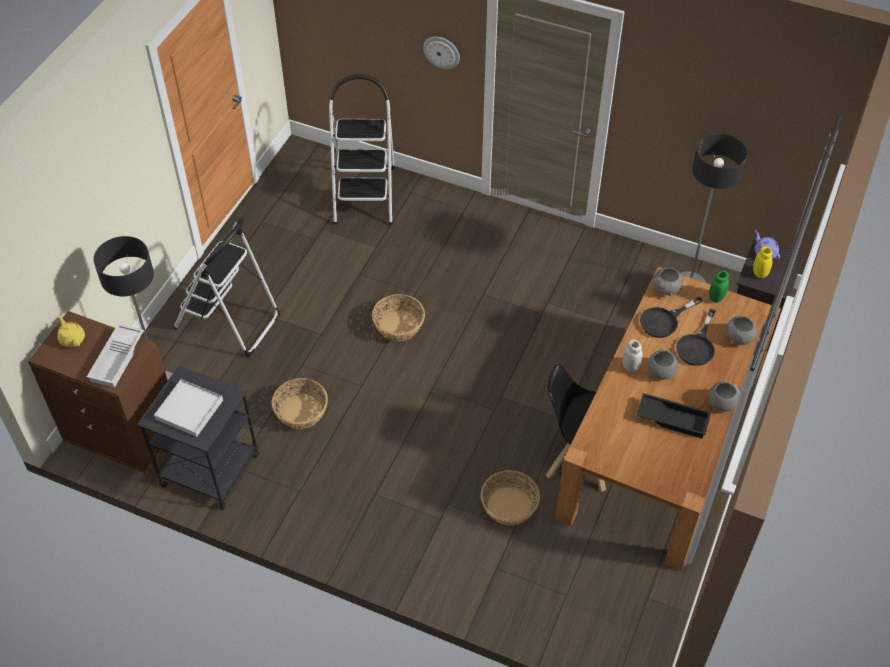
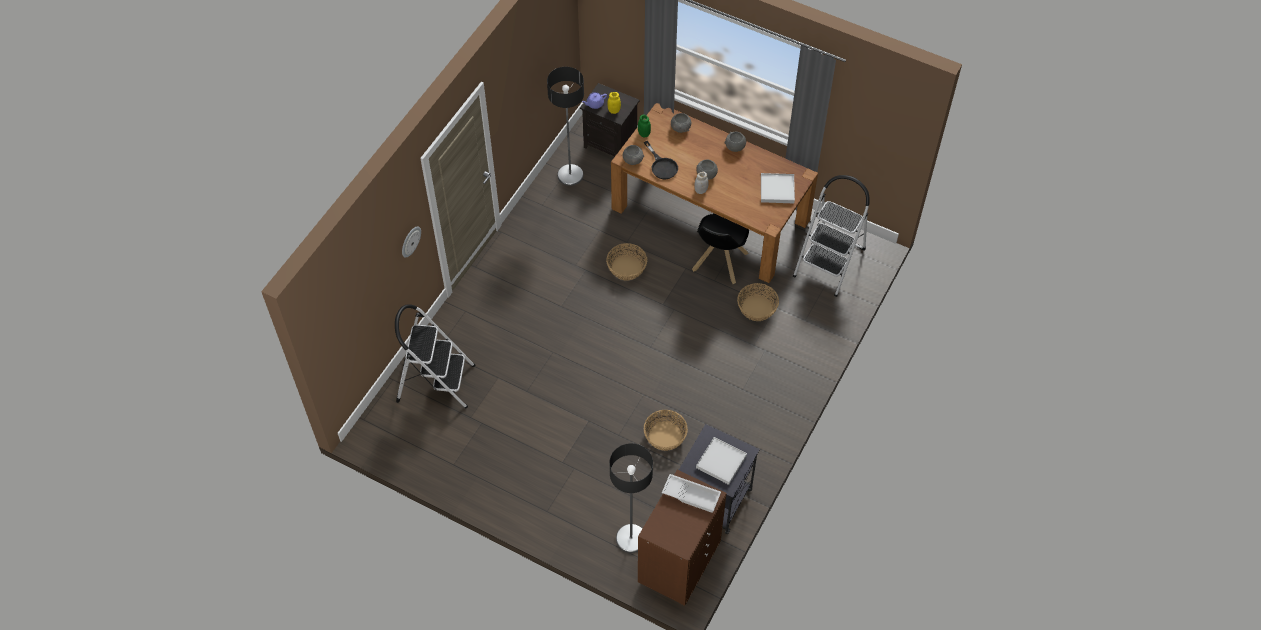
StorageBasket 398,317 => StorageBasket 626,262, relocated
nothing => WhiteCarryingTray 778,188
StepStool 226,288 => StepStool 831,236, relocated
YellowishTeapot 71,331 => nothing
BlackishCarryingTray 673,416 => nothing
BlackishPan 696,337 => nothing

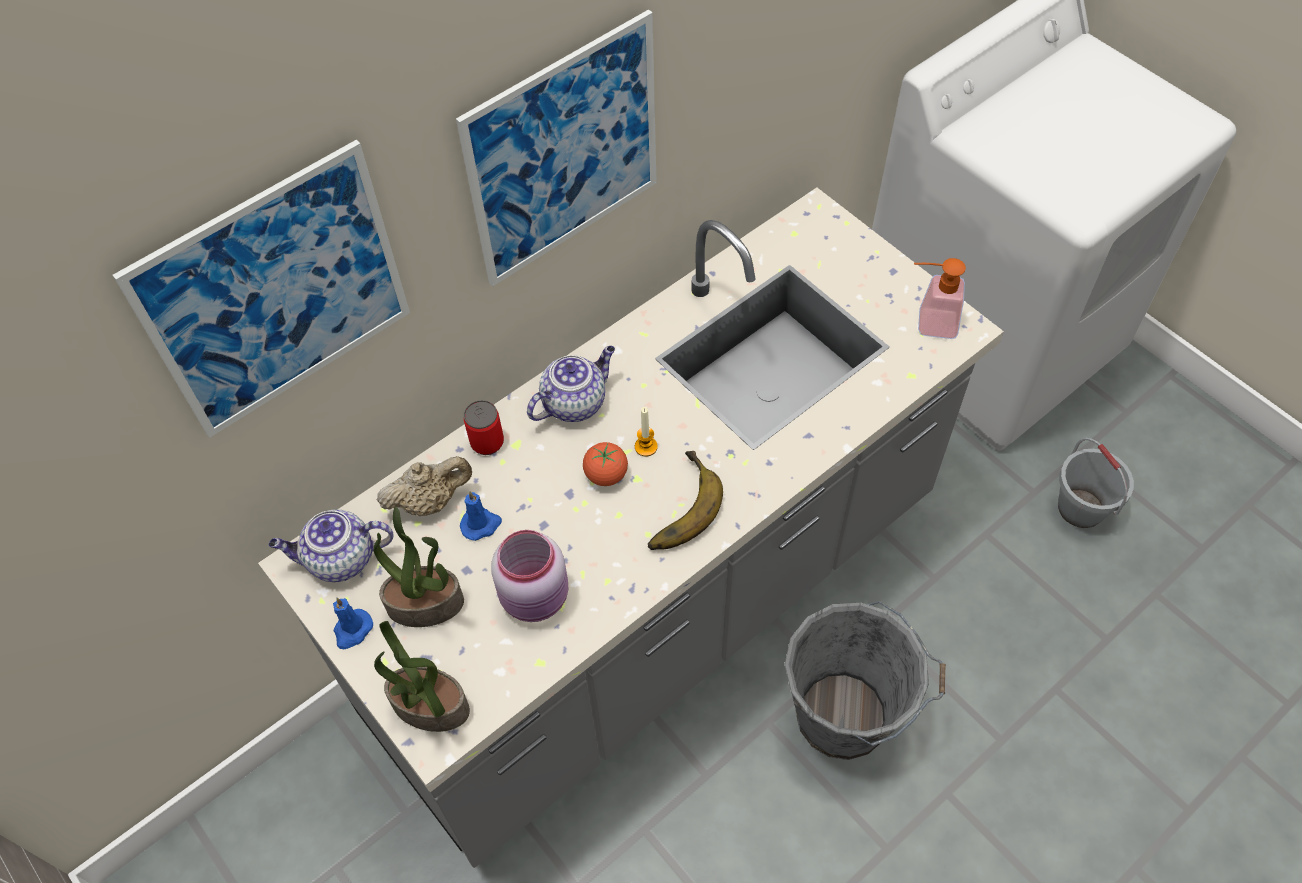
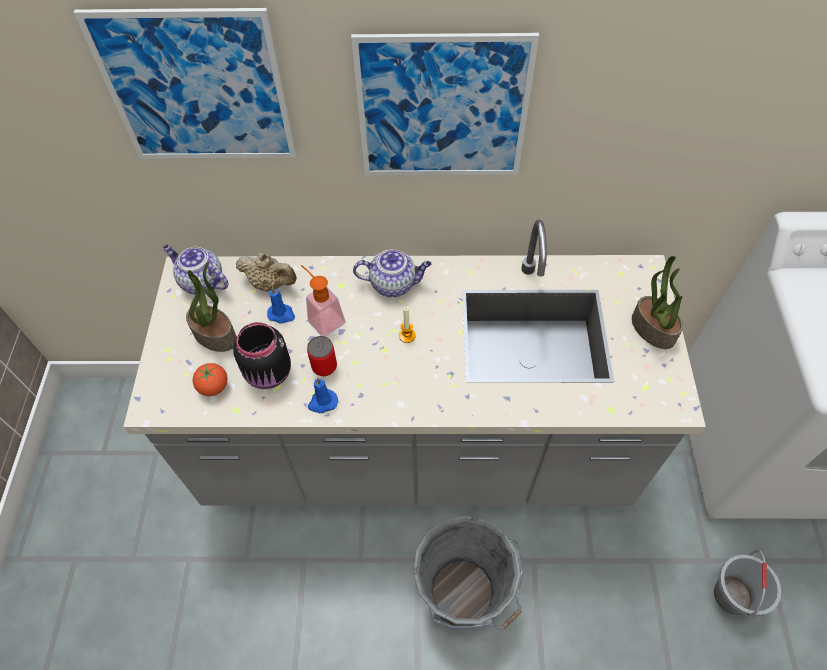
WholeTomato 605,464 => WholeTomato 210,379, relocated
PinkStorageJar 529,576 => BlackishStorageJar 262,355
LiquidSoapBottle 940,298 => LiquidSoapBottle 323,301, relocated
SealedCan 484,427 => SealedCan 322,356, relocated
BlueCandle 353,623 => BlueCandle 323,395, relocated
Houseplant 422,676 => Houseplant 657,302, relocated
WholeBanana 685,500 => nothing

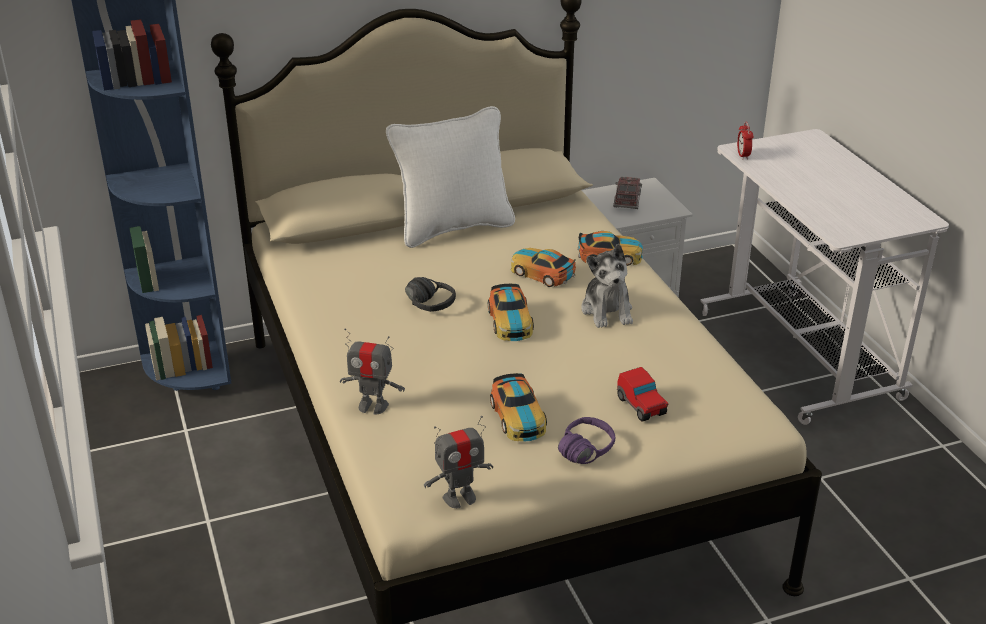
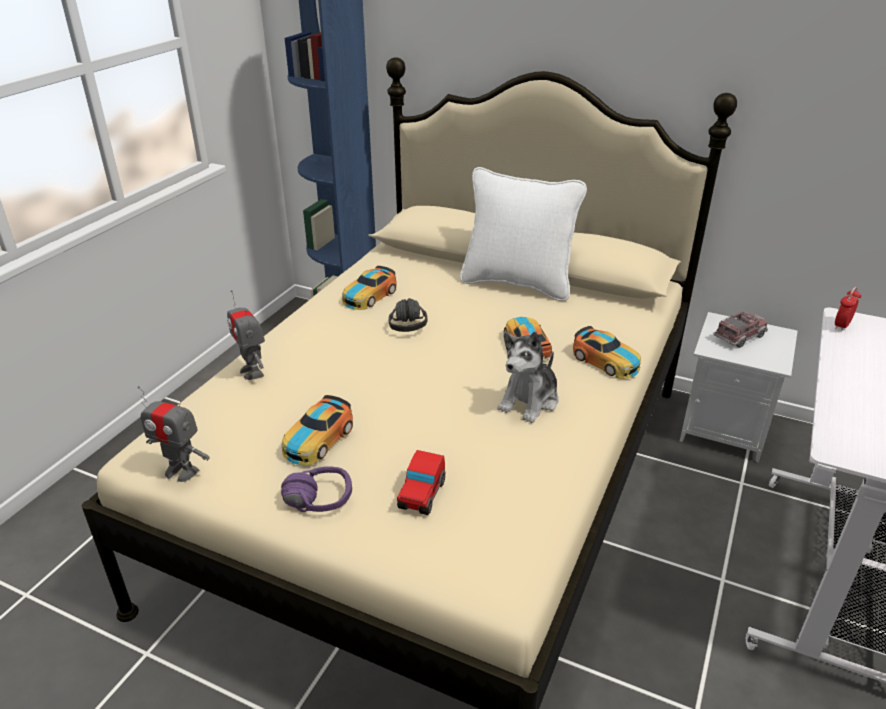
MiniatureCar 511,312 => MiniatureCar 369,288, relocated

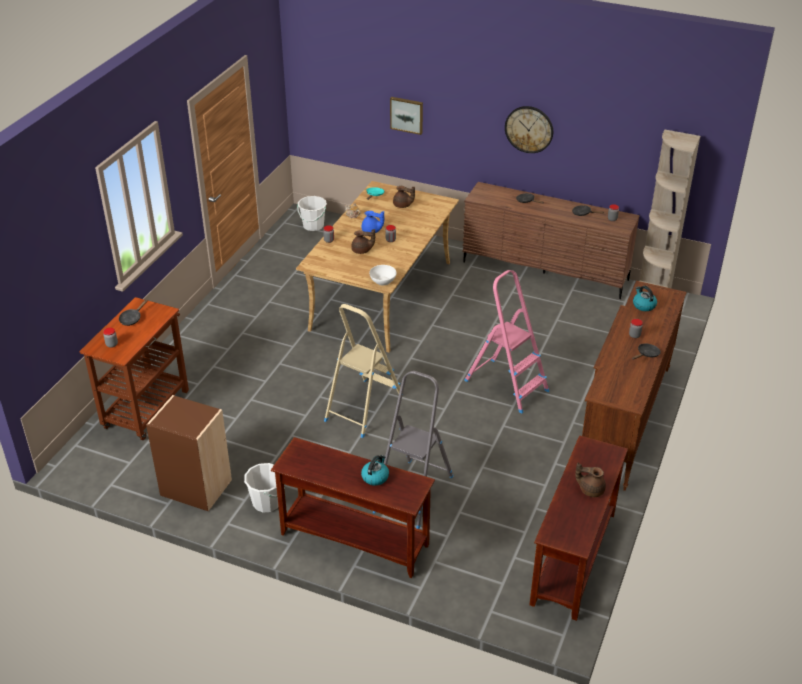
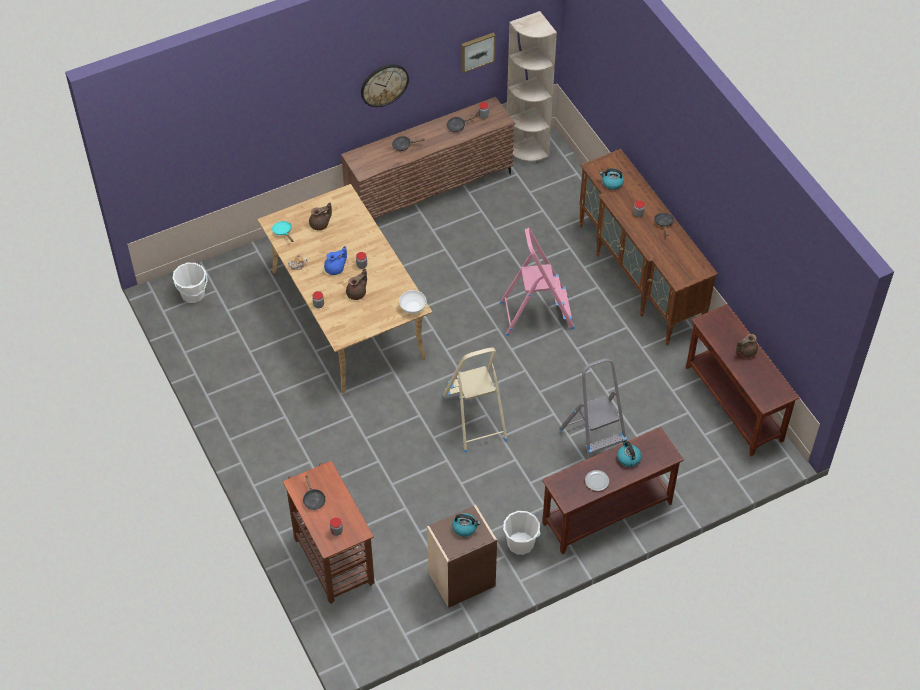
nothing => Kettle 466,525
Picture 406,116 => Picture 478,53, relocated
nothing => FlatDish 597,480

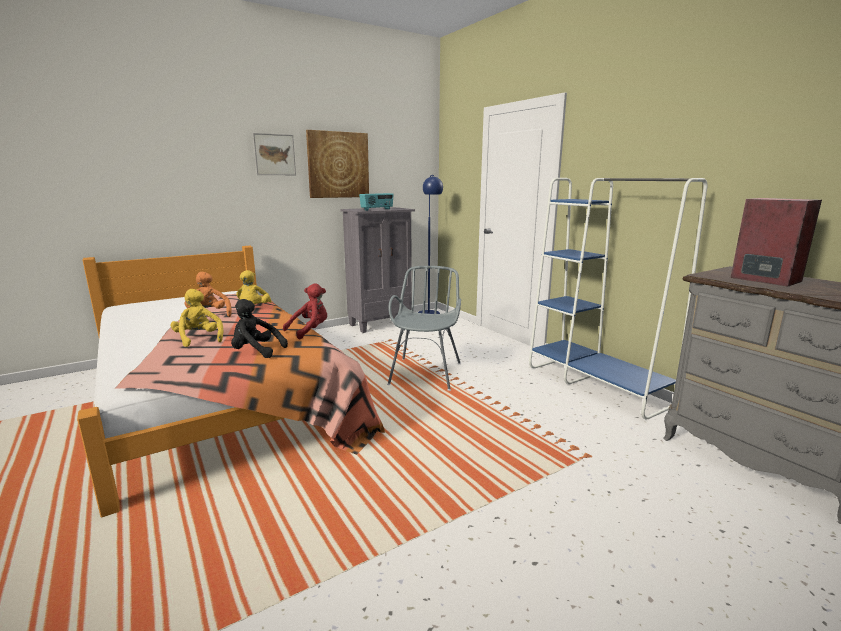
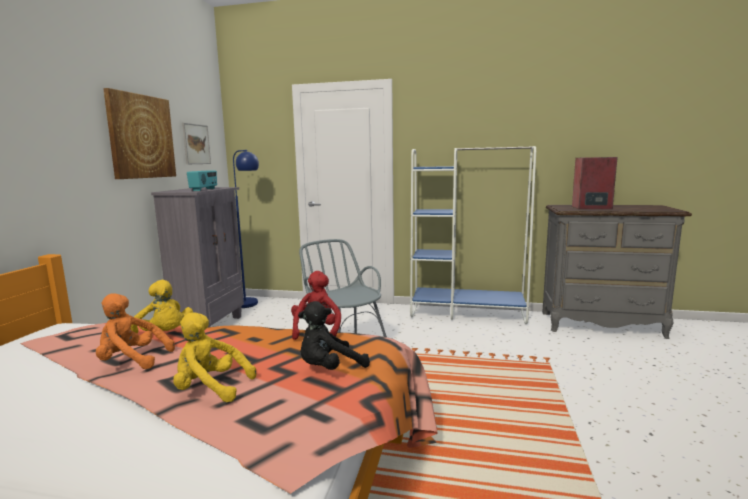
Picture 274,154 => Picture 196,143, relocated

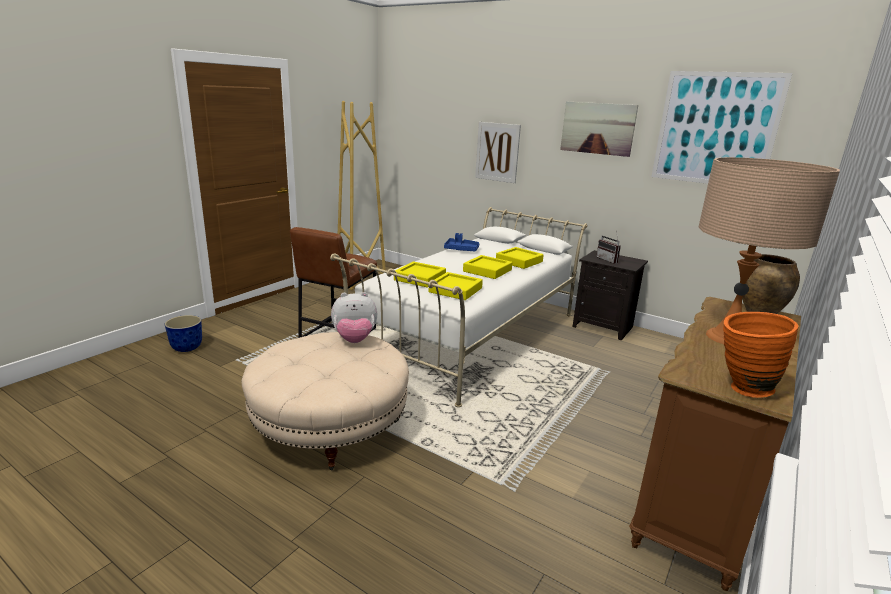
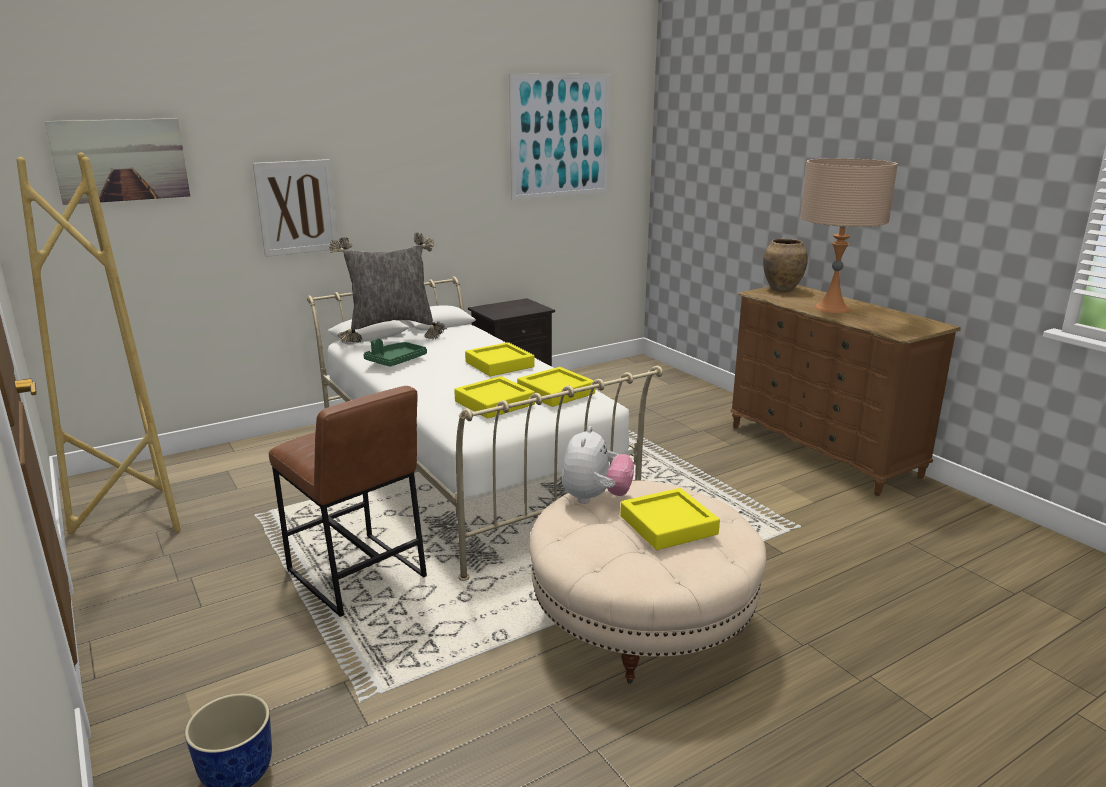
Picture 599,129 => Picture 117,161, relocated
nothing => Pillow 387,287
BlueCarryingTray 461,242 => GreenColouredCarryingTray 395,353
YellowishCarryingTray 520,258 => YellowishCarryingTray 670,519, relocated
RadioReceiver 608,247 => nothing
OrangeDecorativeVase 760,355 => nothing

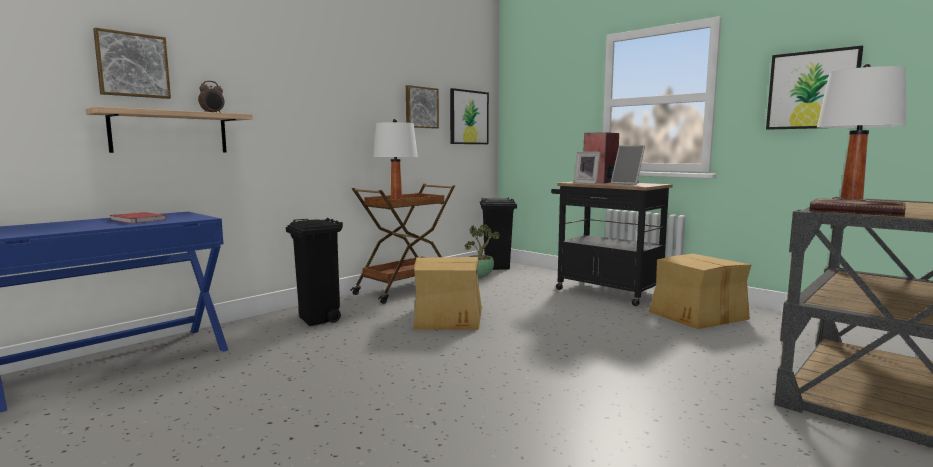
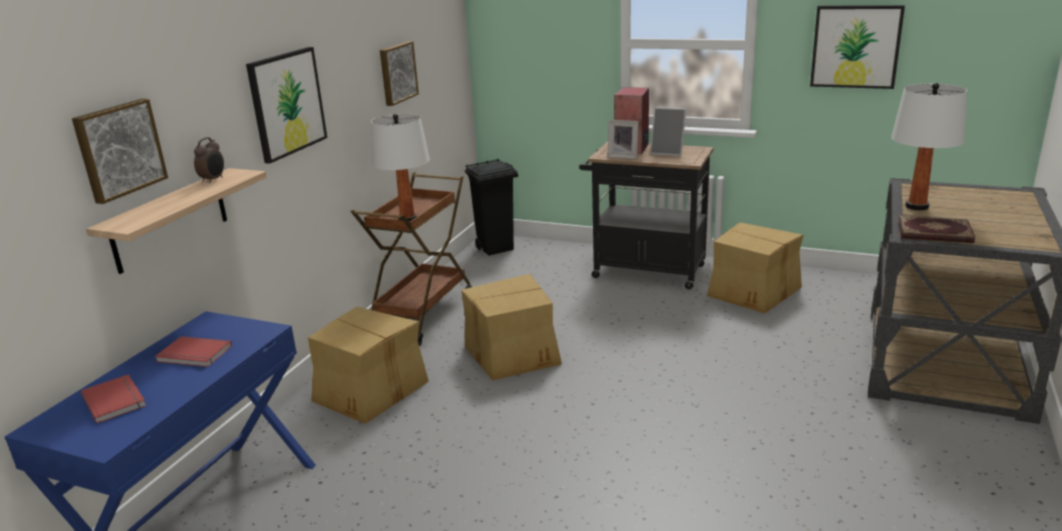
nothing => RedBoundBook 113,399
Picture 469,116 => Picture 286,105, relocated
BlackishTrashCan 314,272 => CardboardBox 368,365
Houseplant 482,250 => nothing

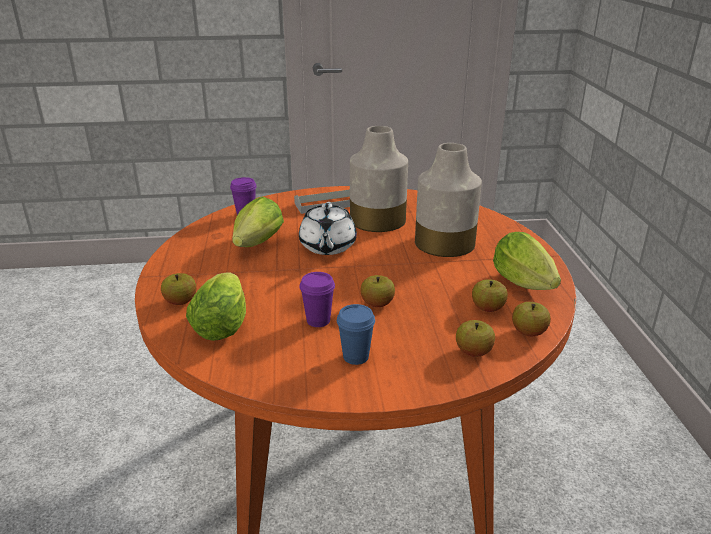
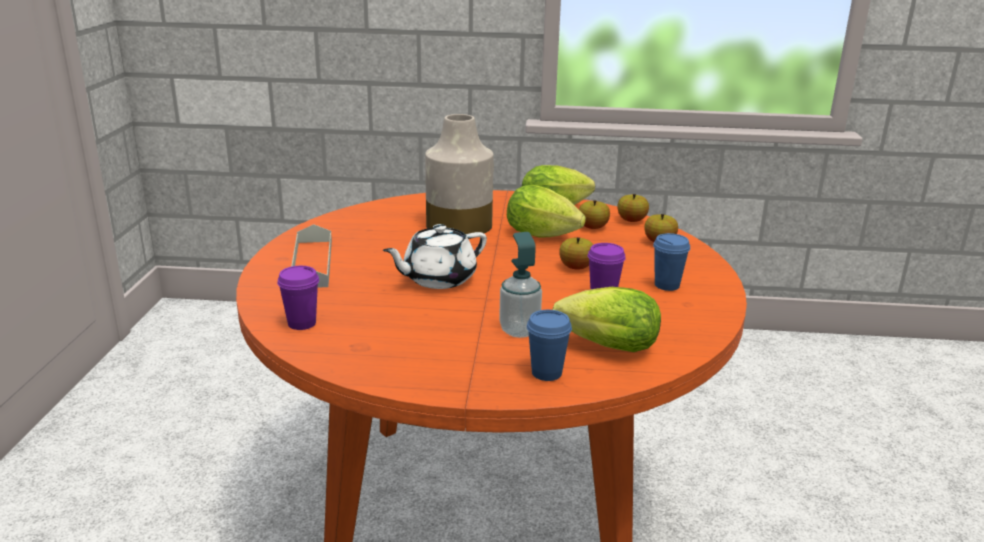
WhiteTeapot 328,228 => WhiteTeapot 435,256, 135 degrees clockwise
nothing => LiquidSoapBottle 520,285
LettuceHead 258,221 => LettuceHead 546,211, relocated
WholeApple 178,289 => BlueSmallCup 549,345
BeigeColouredDecorativeVase 379,179 => nothing

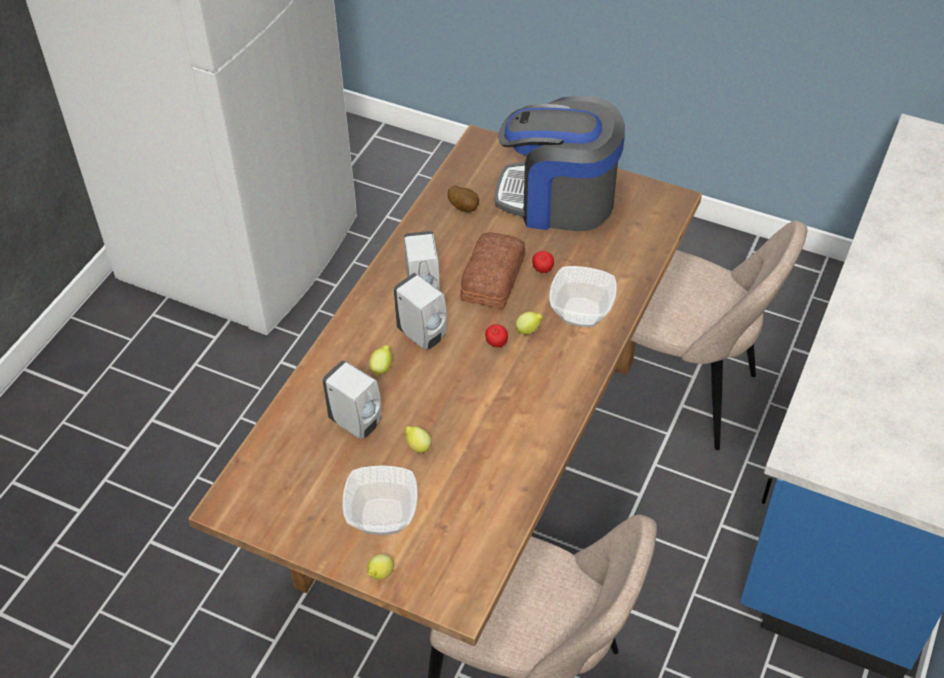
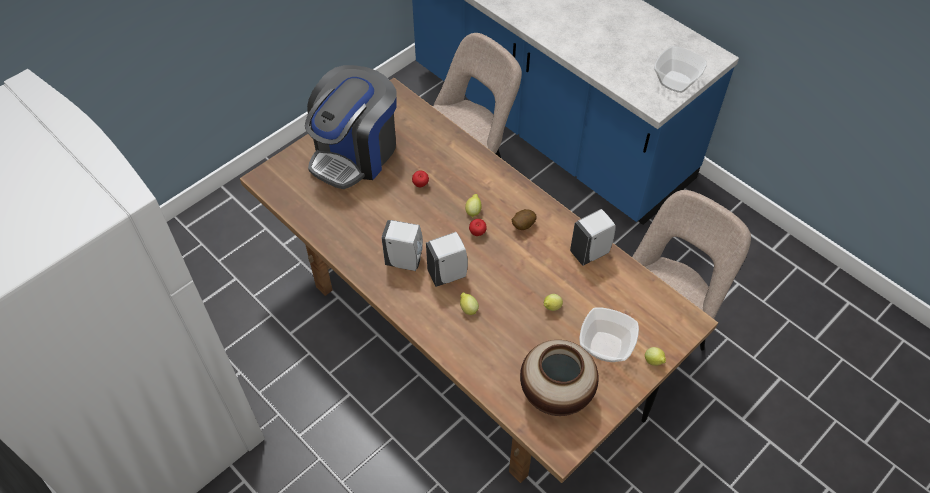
Potato 463,199 => Potato 524,219, relocated
nothing => DecorativeVase 559,378
WhiteLiquidSoapBottle 351,399 => WhiteLiquidSoapBottle 592,237, relocated
DeepDish 583,296 => DeepDish 680,69, relocated
BakeryBread 492,270 => nothing

